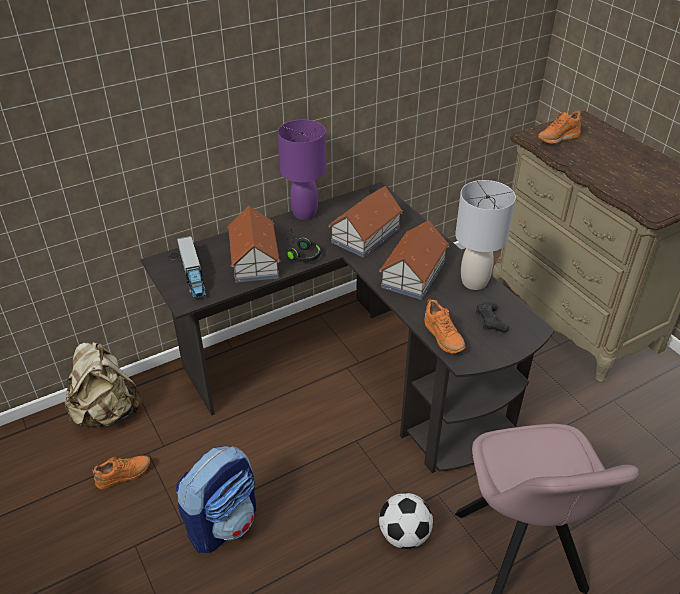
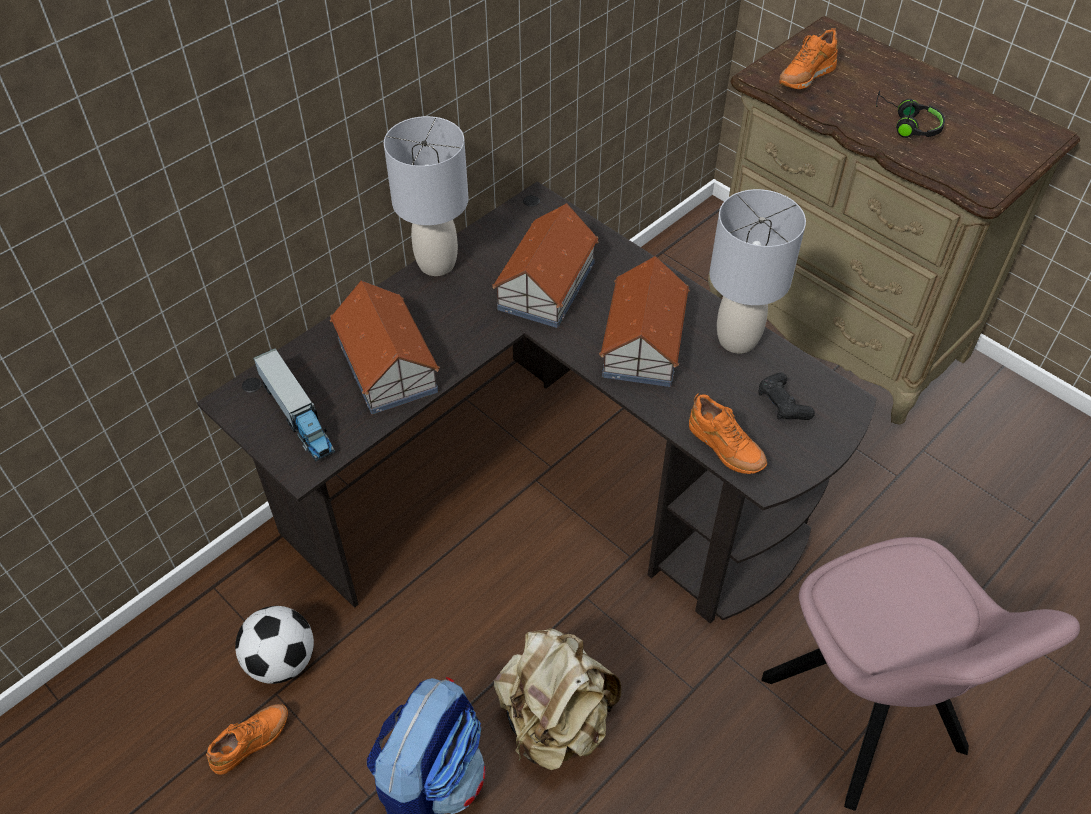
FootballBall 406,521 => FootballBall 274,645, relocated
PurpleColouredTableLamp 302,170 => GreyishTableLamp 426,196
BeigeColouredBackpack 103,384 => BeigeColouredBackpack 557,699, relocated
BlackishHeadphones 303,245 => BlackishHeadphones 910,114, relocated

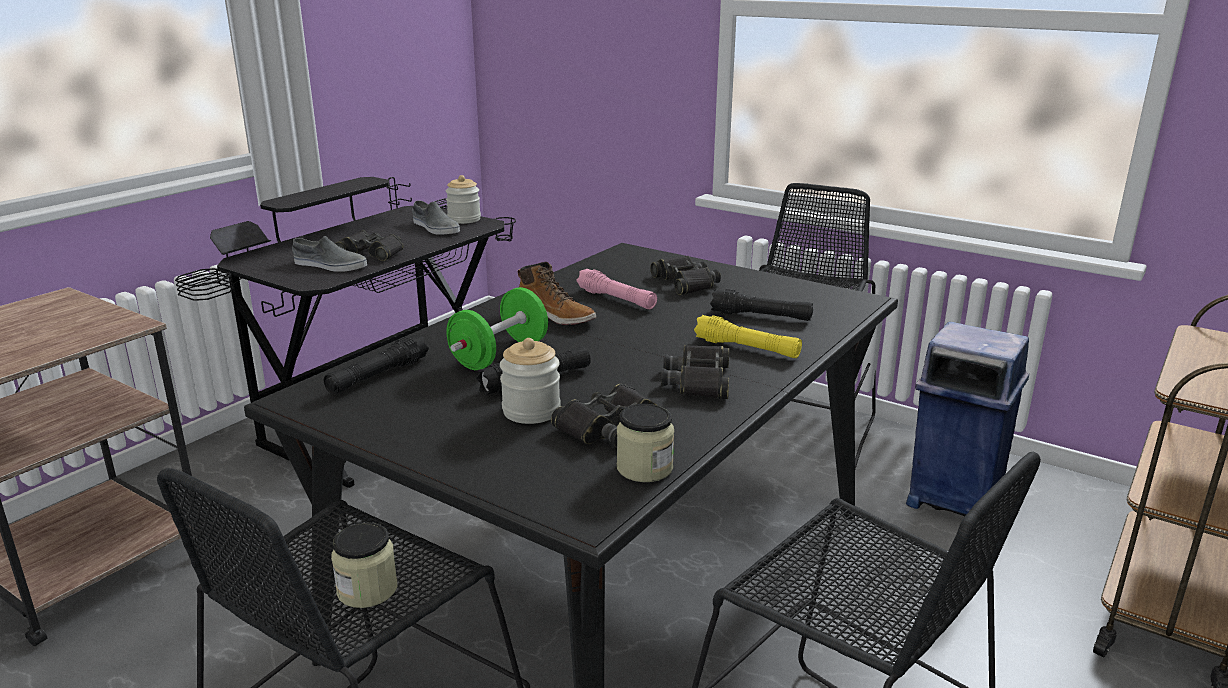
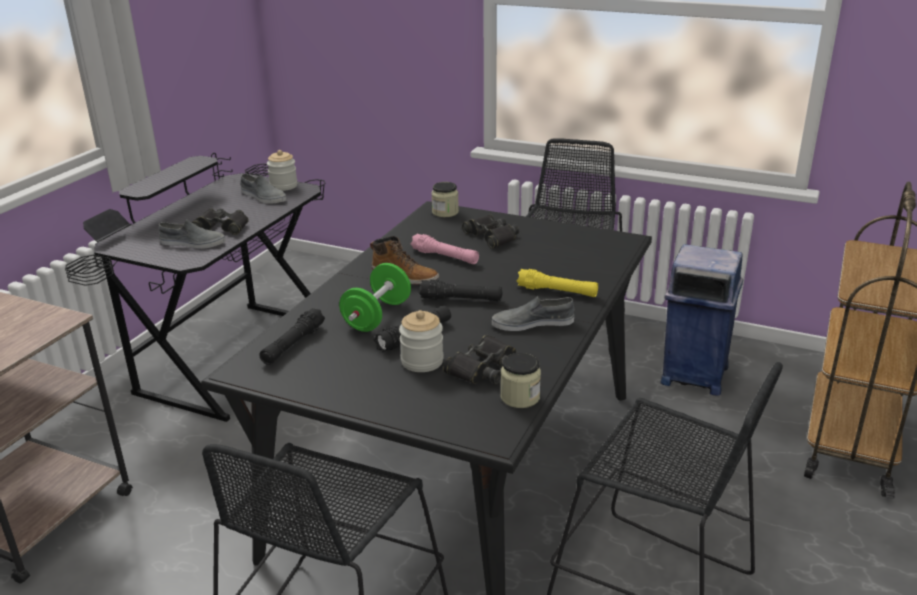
BlackishTorch 761,305 => BlackishTorch 460,290, relocated
StorageJar 364,565 => StorageJar 445,199, relocated
BlackishPairOfBinoculars 695,372 => GreyishItemOfFootwear 533,313

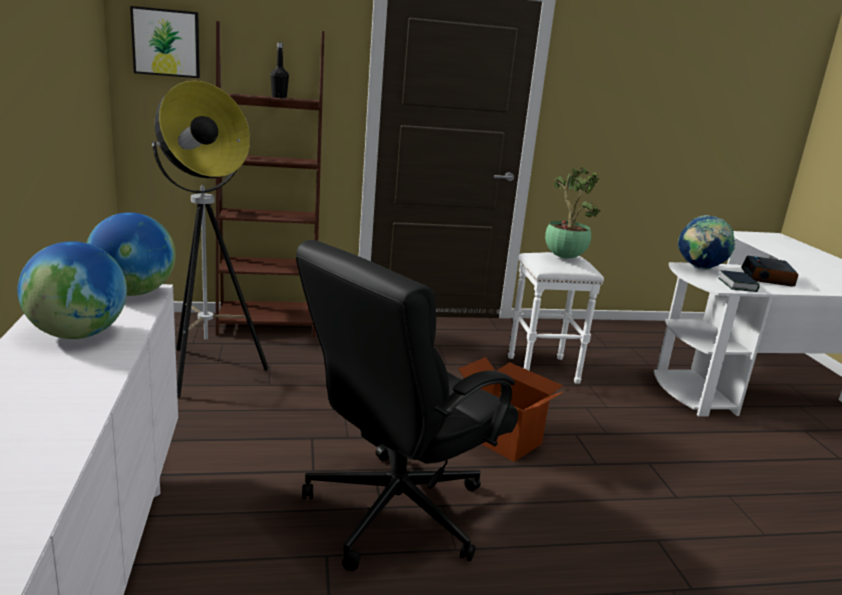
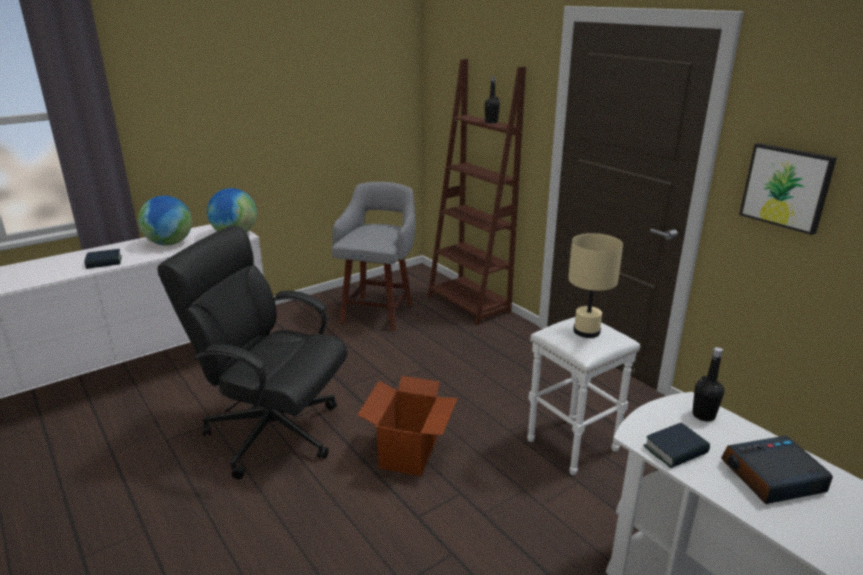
nothing => BoundBook 103,259
StandardLamp 210,239 => GreyishSittingStool 373,256
Houseplant 573,213 => BeigeColouredTableLamp 595,285
Globe 706,242 => BlackishDrinkBottle 708,384
Picture 165,42 => Picture 788,189, relocated

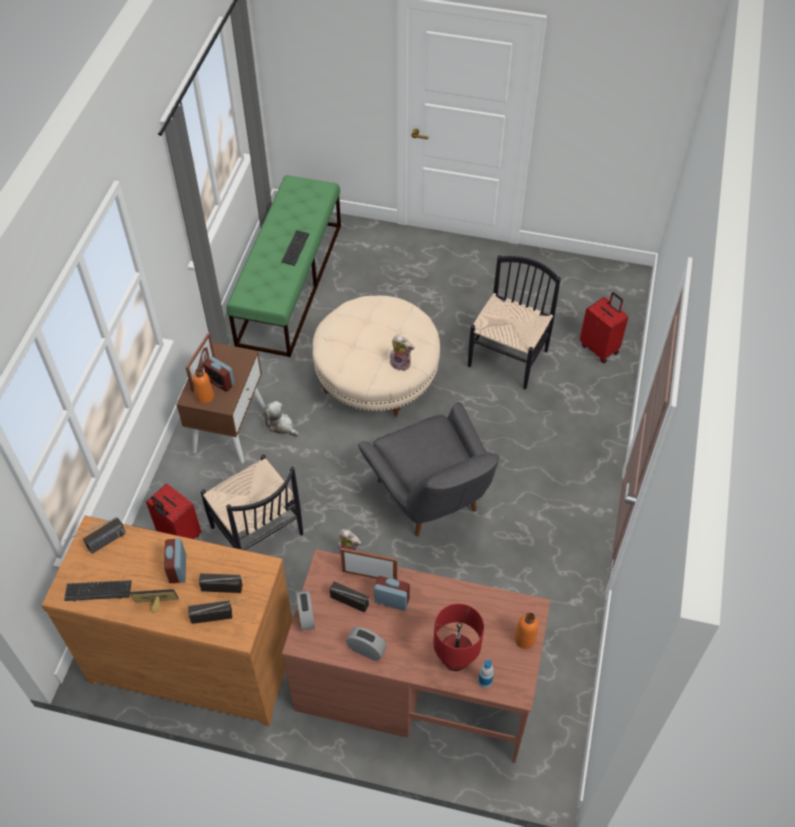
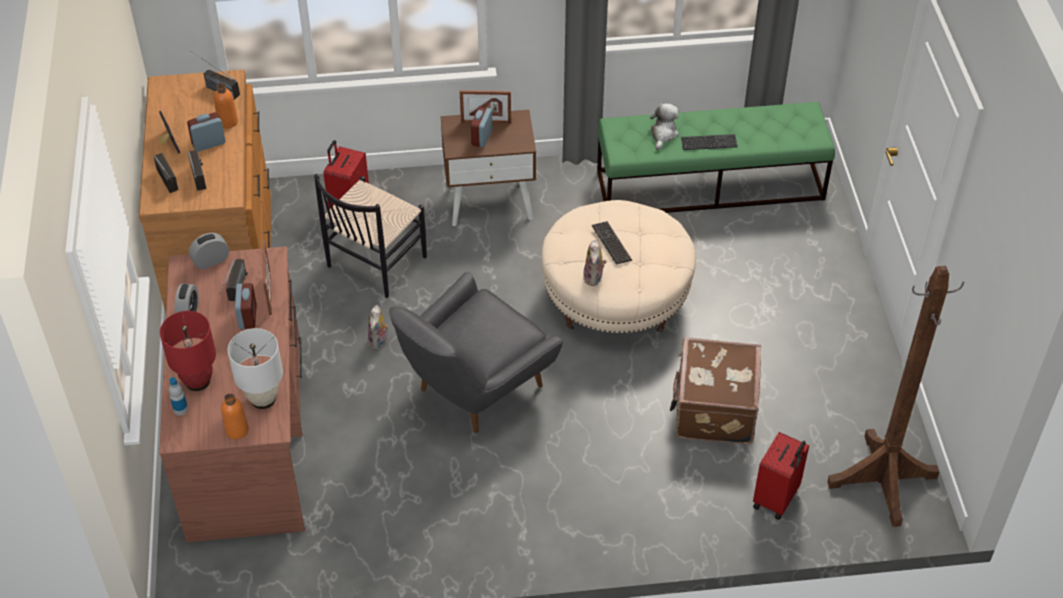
OrangeDrinkBottle 203,386 => OrangeDrinkBottle 226,106, relocated
nothing => WhiteTableLamp 255,368
PcKeyboard 98,590 => PcKeyboard 612,243, relocated
SoftToy 281,418 => SoftToy 664,126, relocated
BlackishPlainChair 514,322 => BrownishPieceOfLuggage 715,390
nothing => BrownishClothesRack 896,396

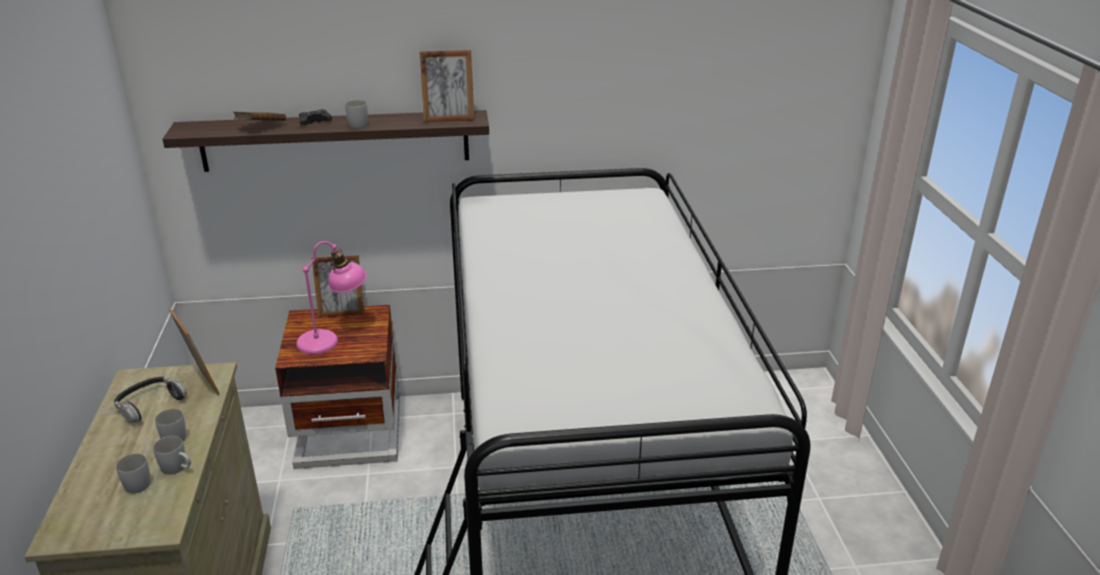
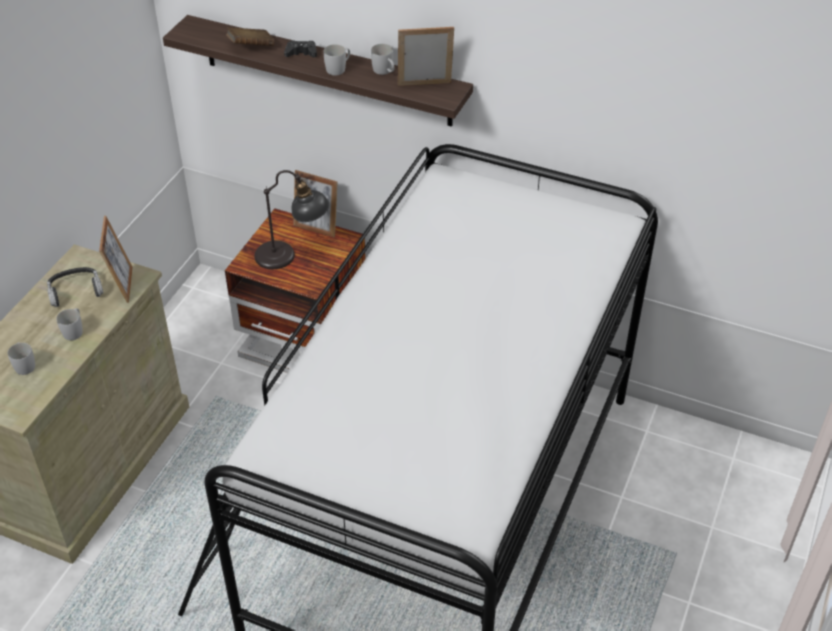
PinkTableLamp 331,297 => GreyishTableLamp 292,219
WhiteCoffeeMug 172,455 => WhiteCoffeeMug 383,59, relocated
PhotoFrame 446,86 => PhotoFrame 426,56, 150 degrees clockwise

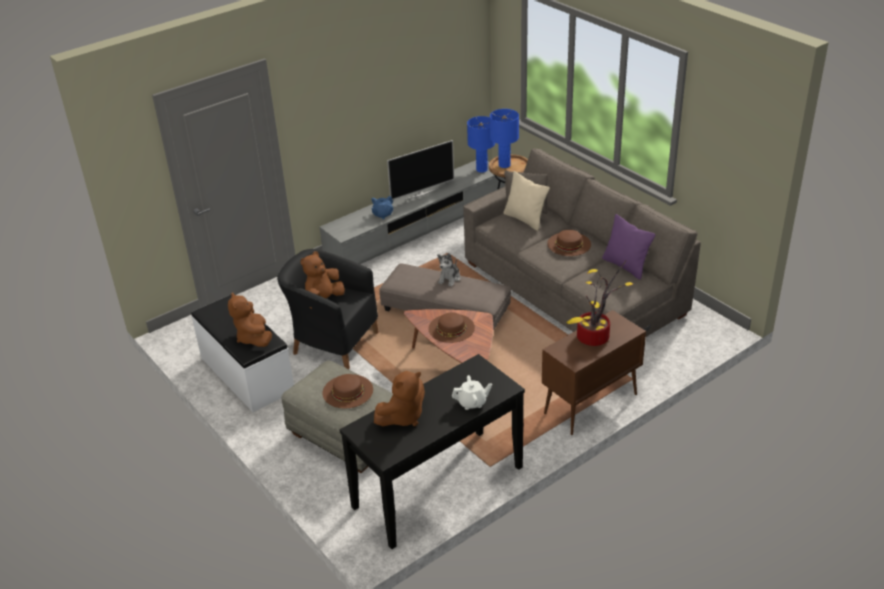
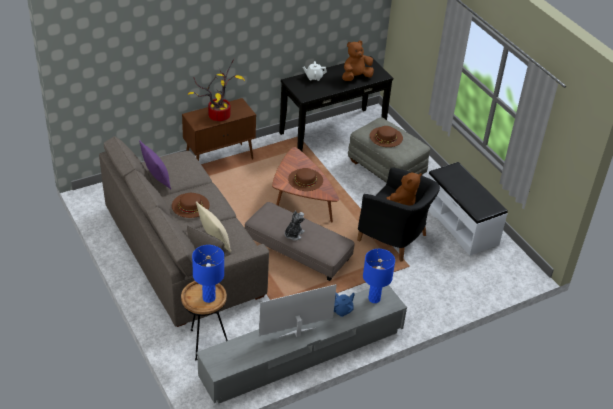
BlueTableLamp 481,144 => BlueTableLamp 379,276, relocated
BrownishSoftToy 250,319 => nothing

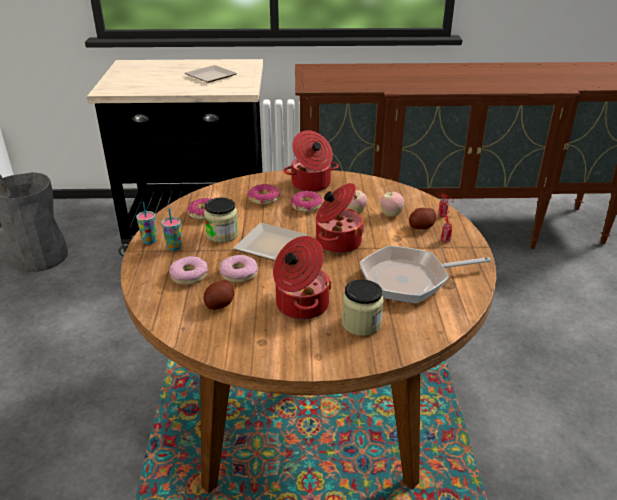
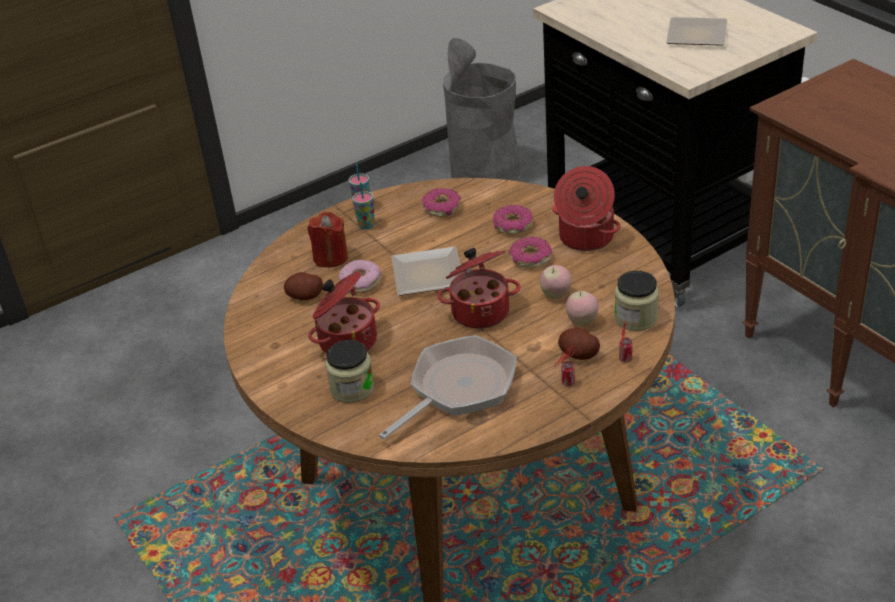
Doughnut 188,270 => RedCandle 327,240
Pan 425,275 => Pan 448,387, 90 degrees clockwise
StorageJar 221,220 => StorageJar 636,300, relocated

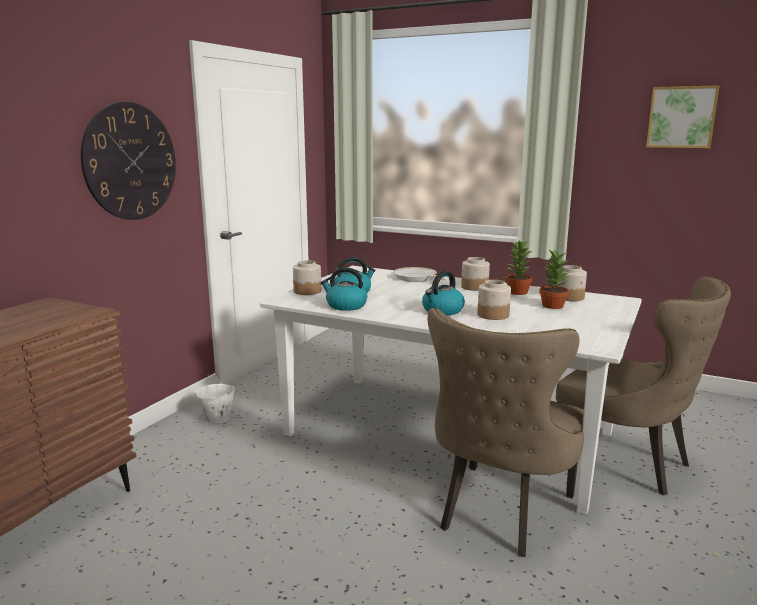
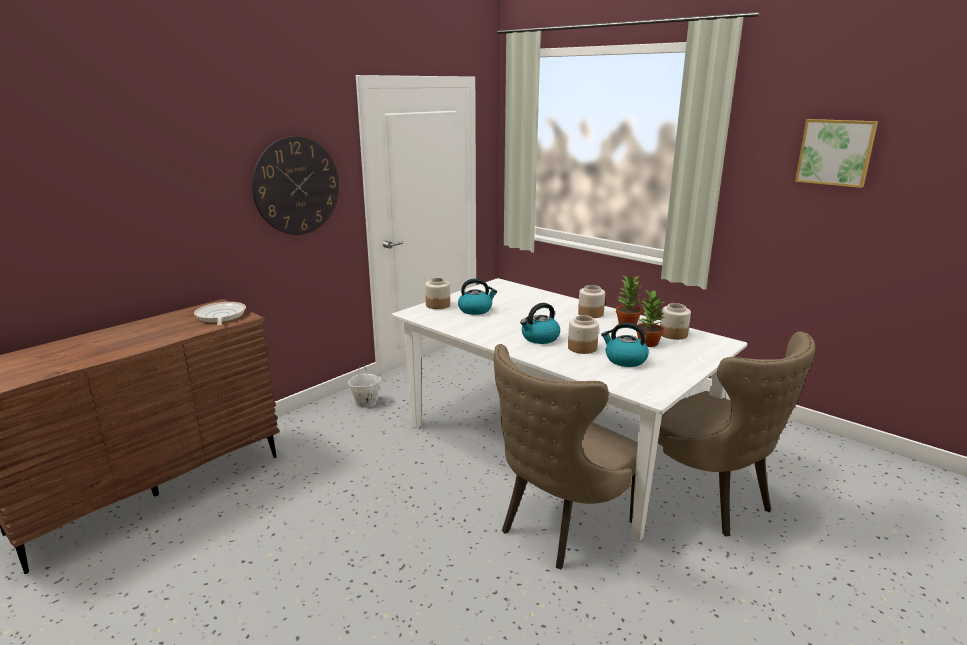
Pan 419,274 => Pan 220,314, relocated
Kettle 343,289 => Kettle 625,344, relocated

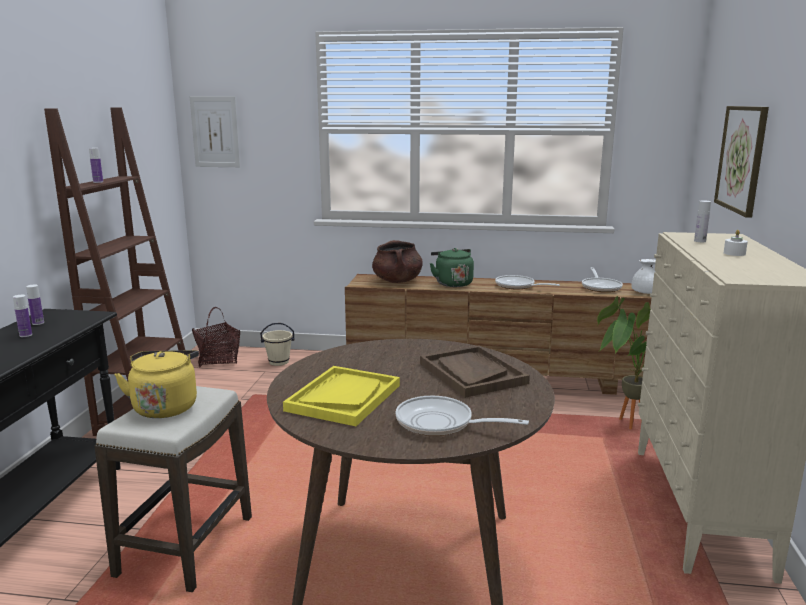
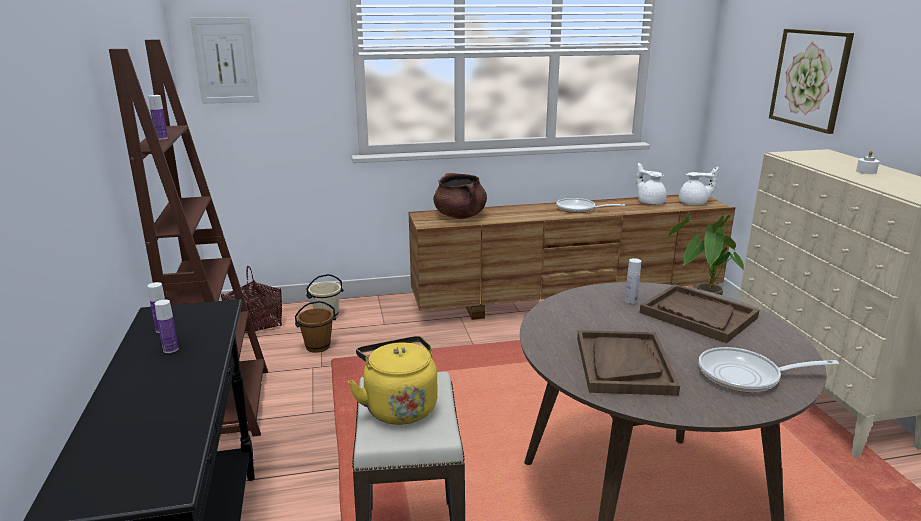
nothing => BrownishPail 315,327
YellowishCarryingTray 341,396 => BrownishCarryingTray 628,363
WhiteDrinkBottle 702,221 => WhiteDrinkBottle 633,281, relocated
Pan 602,279 => WhiteTeapot 651,184
GreenColouredKettle 452,267 => nothing

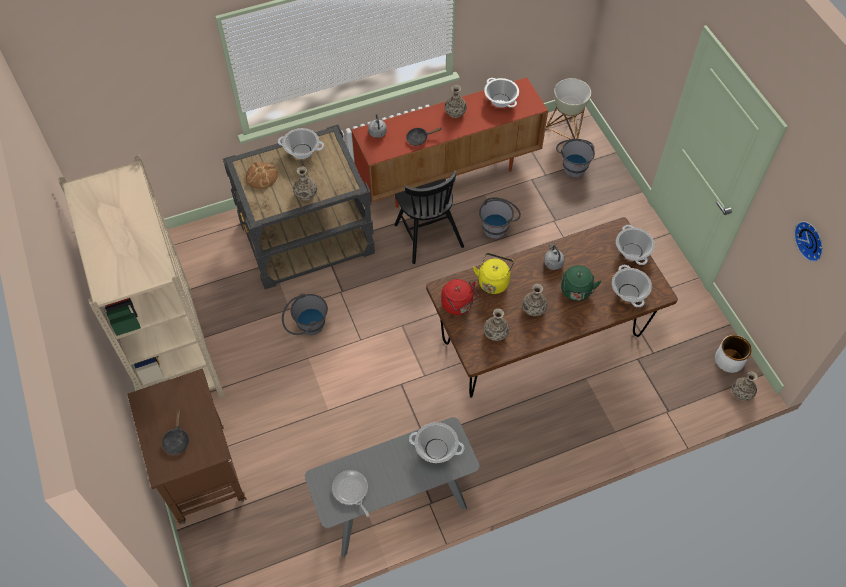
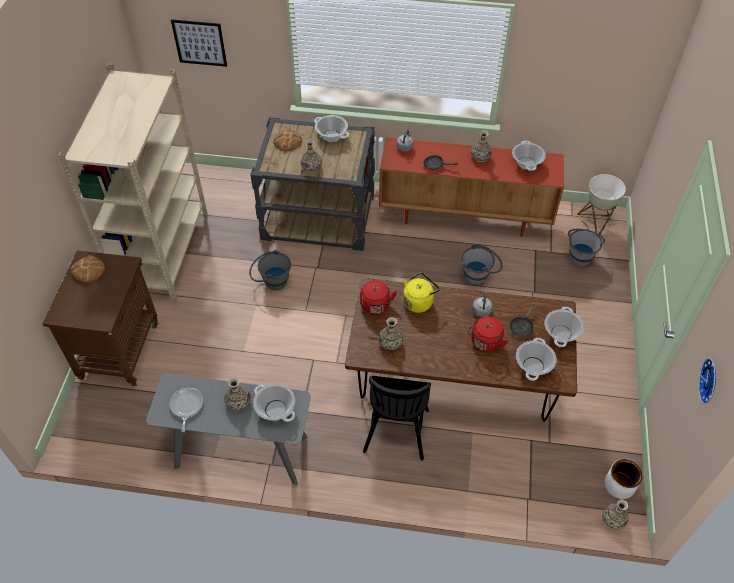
nothing => BakeryBread 88,269
nothing => Picture 199,43
DecorativeVase 534,300 => DecorativeVase 237,394, relocated
BlackishPlainChair 429,217 => BlackishPlainChair 397,418, relocated
GreenColouredKettle 581,283 => RedKettle 488,334
BlackishPan 175,432 => BlackishPan 522,320, relocated

